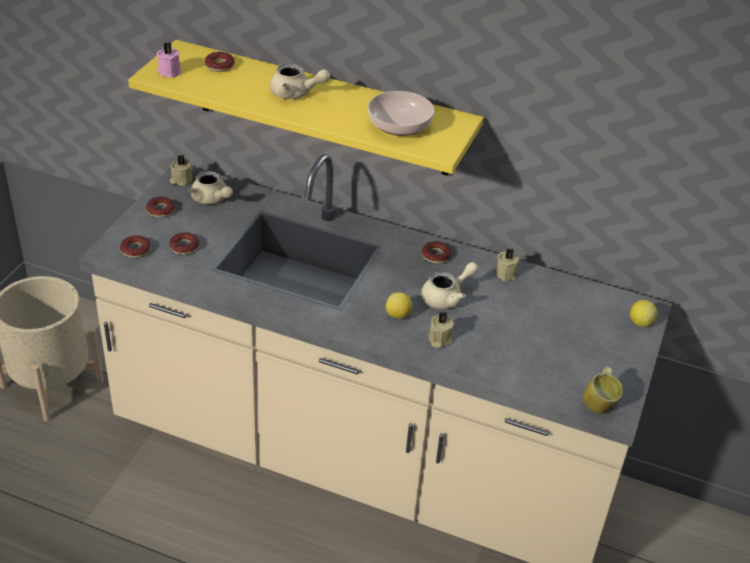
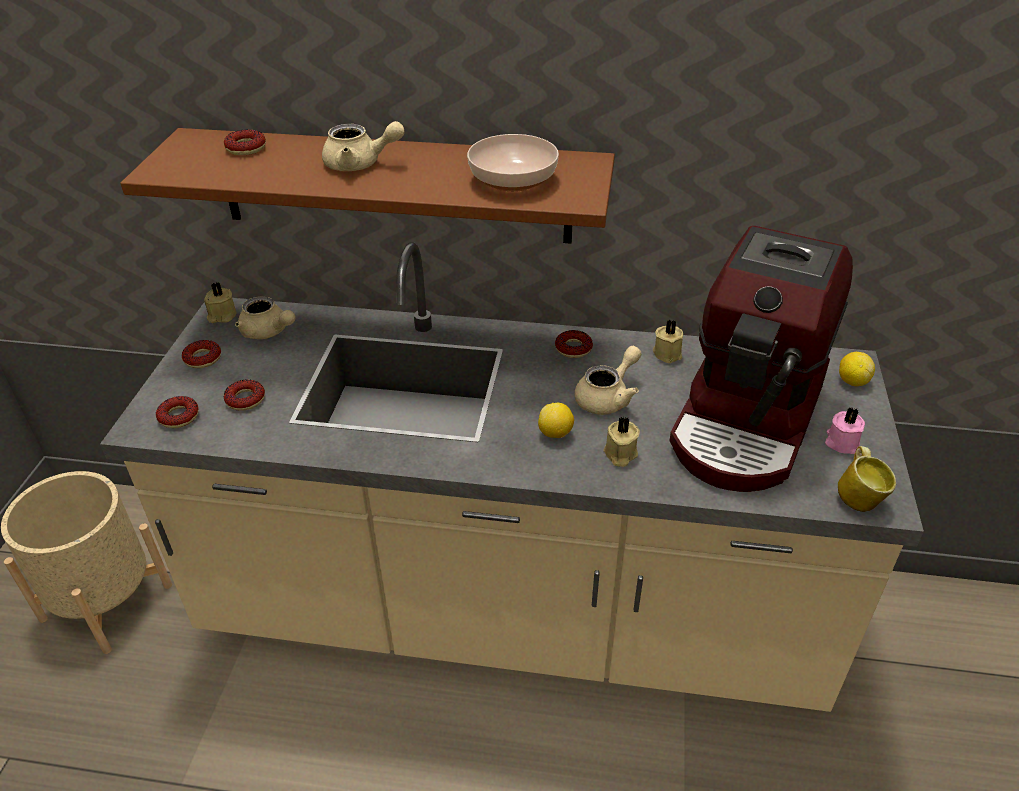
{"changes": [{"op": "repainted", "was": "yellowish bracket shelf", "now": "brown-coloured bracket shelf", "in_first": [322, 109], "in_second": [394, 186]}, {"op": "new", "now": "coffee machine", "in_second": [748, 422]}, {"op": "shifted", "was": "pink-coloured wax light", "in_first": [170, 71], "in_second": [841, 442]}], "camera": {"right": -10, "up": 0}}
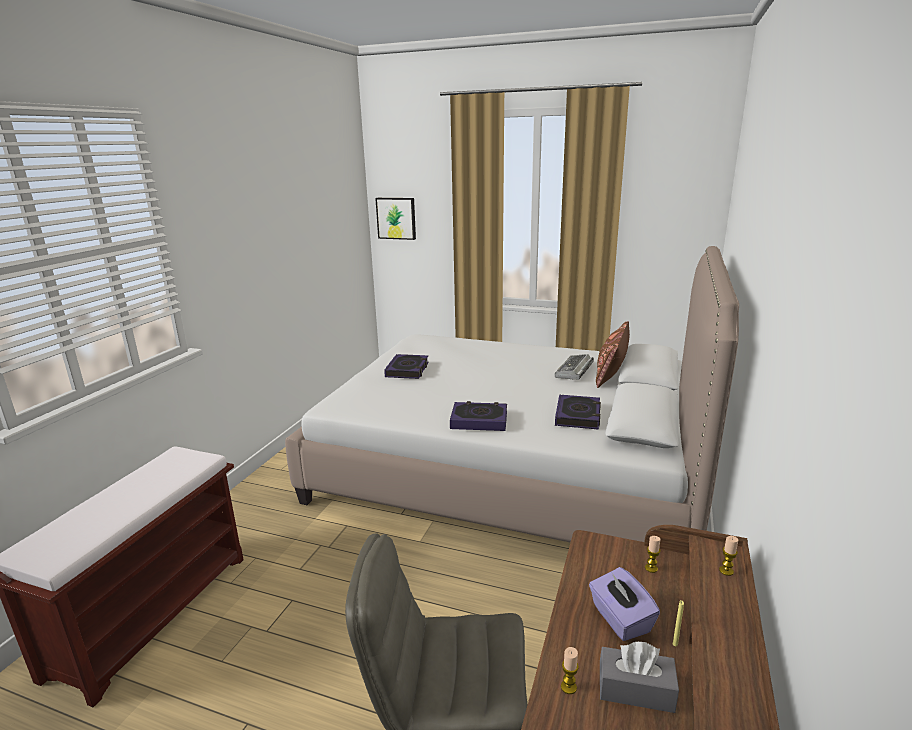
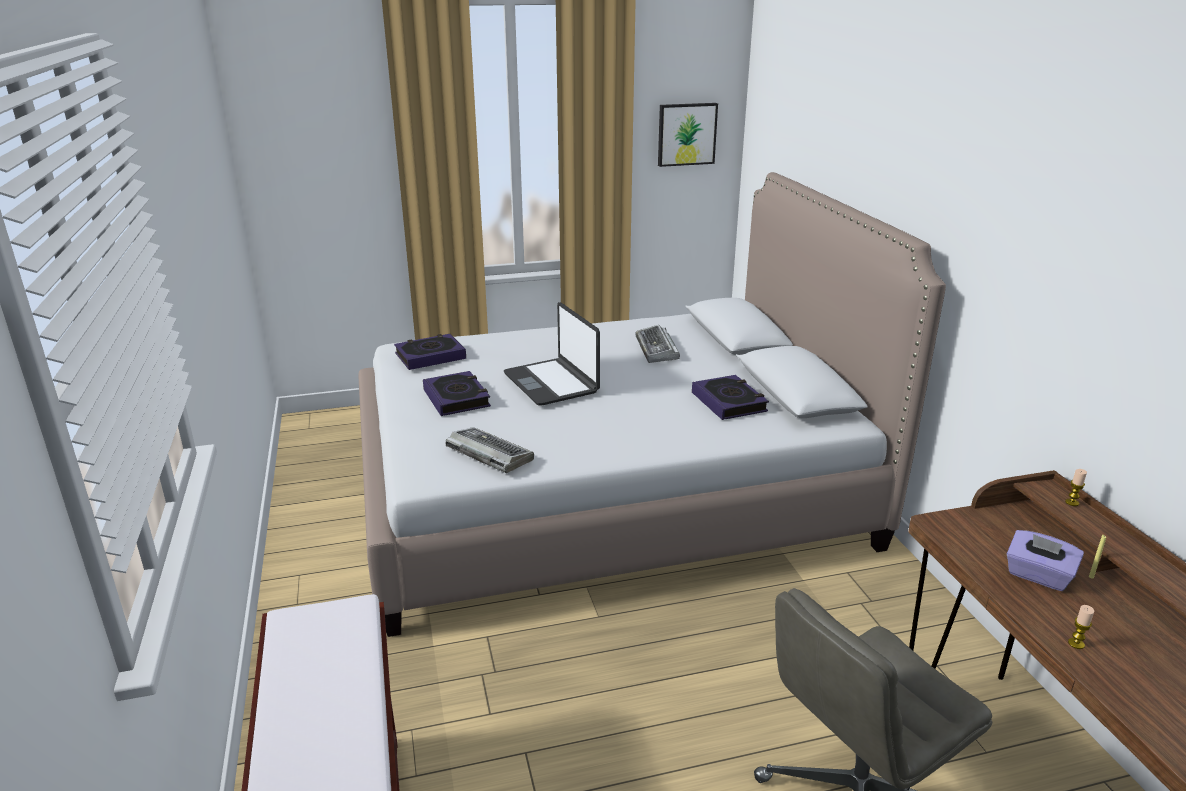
{"changes": [{"op": "shifted", "was": "book", "in_first": [479, 420], "in_second": [430, 356]}, {"op": "new", "now": "PC keyboard", "in_second": [488, 455]}, {"op": "new", "now": "notebook computer", "in_second": [552, 383]}, {"op": "shifted", "was": "wall picture", "in_first": [396, 218], "in_second": [686, 134]}, {"op": "gone", "was": "brown-coloured throw pillow", "in_first": [611, 372]}, {"op": "gone", "was": "greyish tissue box", "in_first": [635, 690]}, {"op": "gone", "was": "wax light", "in_first": [651, 568]}], "camera": {"right": -35, "up": 5}}
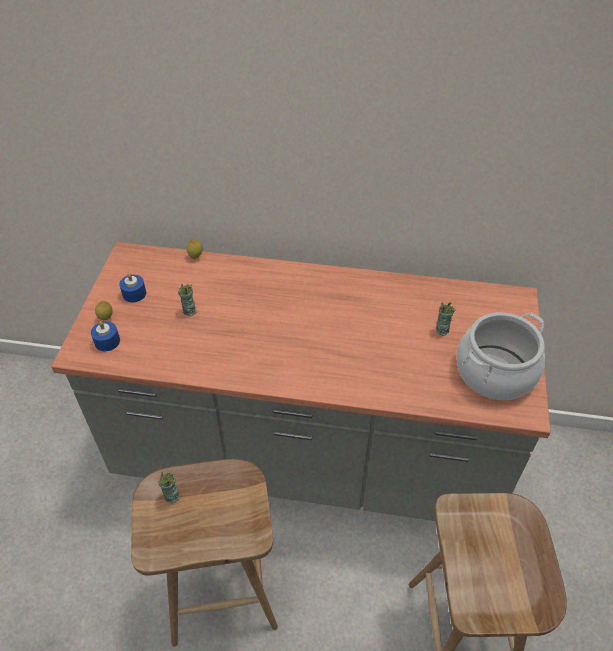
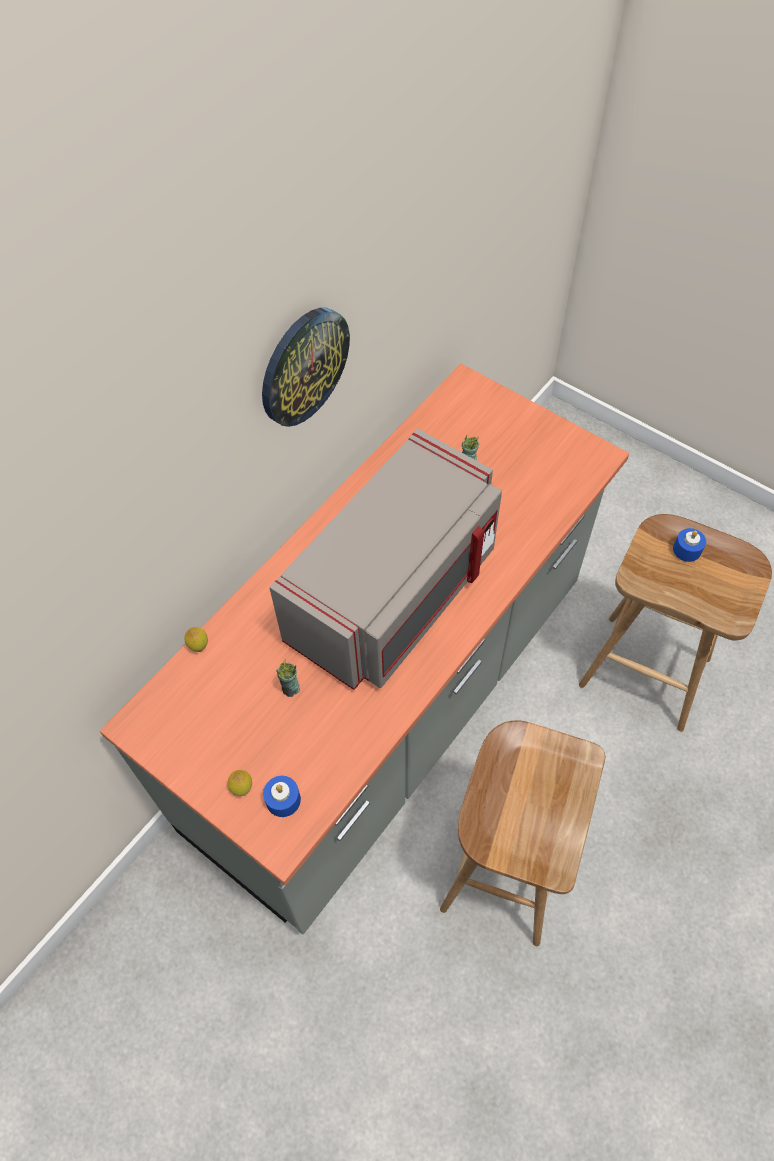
{"changes": [{"op": "new", "now": "wall clock", "in_second": [303, 366]}, {"op": "new", "now": "greyish microwave", "in_second": [396, 594]}, {"op": "shifted", "was": "bluish wax light", "in_first": [134, 293], "in_second": [687, 550]}, {"op": "gone", "was": "drinking cup", "in_first": [172, 496]}, {"op": "gone", "was": "stockpot", "in_first": [494, 372]}], "camera": {"right": -60, "up": 10}}
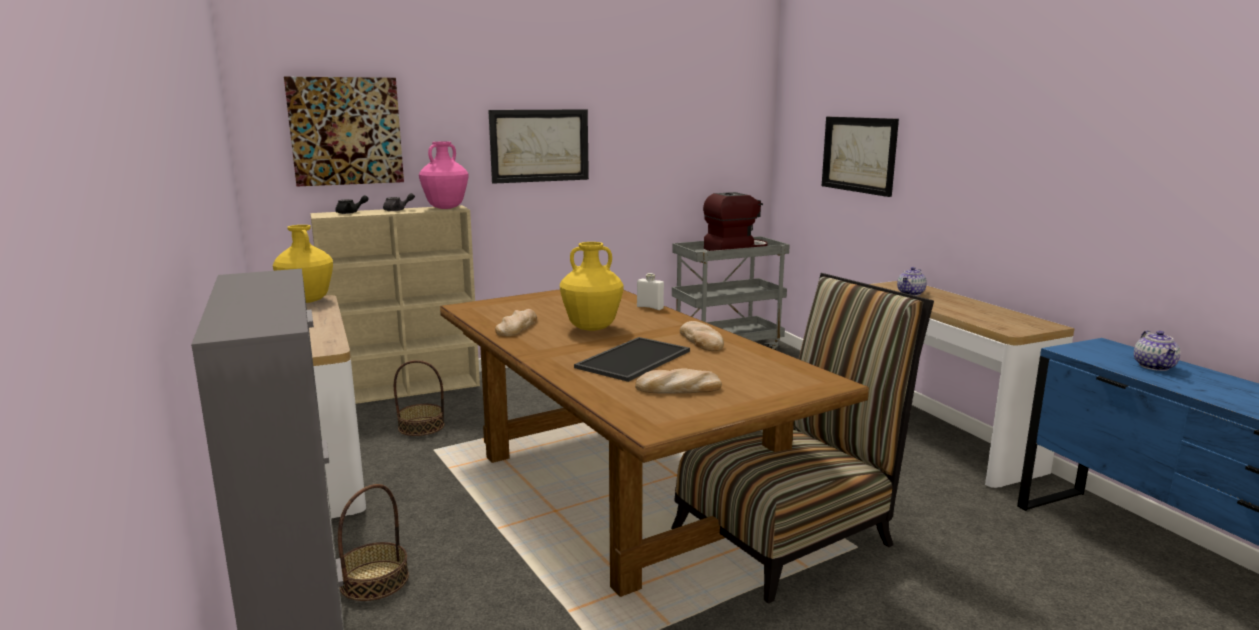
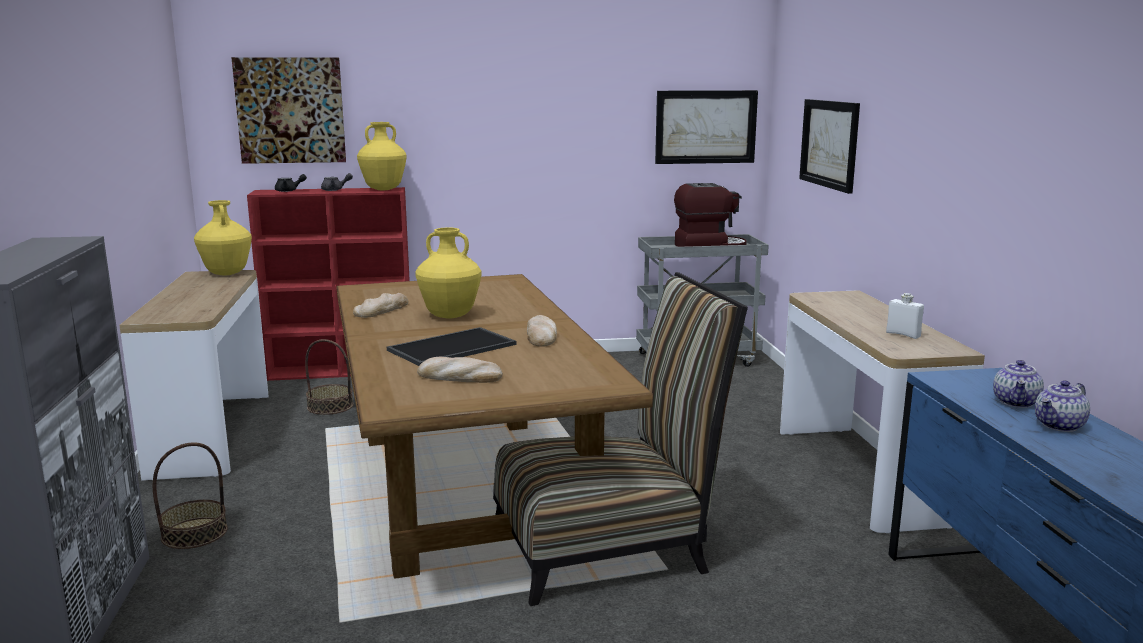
{"changes": [{"op": "repainted", "was": "beige bookshelf", "now": "reddish bookshelf", "in_first": [407, 389], "in_second": [343, 371]}, {"op": "repainted", "was": "pink-coloured vase", "now": "yellowish vase", "in_first": [445, 208], "in_second": [383, 189]}, {"op": "shifted", "was": "wall picture", "in_first": [539, 145], "in_second": [705, 127]}, {"op": "shifted", "was": "white-coloured beverage bottle", "in_first": [650, 307], "in_second": [903, 334]}, {"op": "shifted", "was": "teapot", "in_first": [911, 293], "in_second": [1060, 426]}], "camera": {"right": 15, "up": 0}}
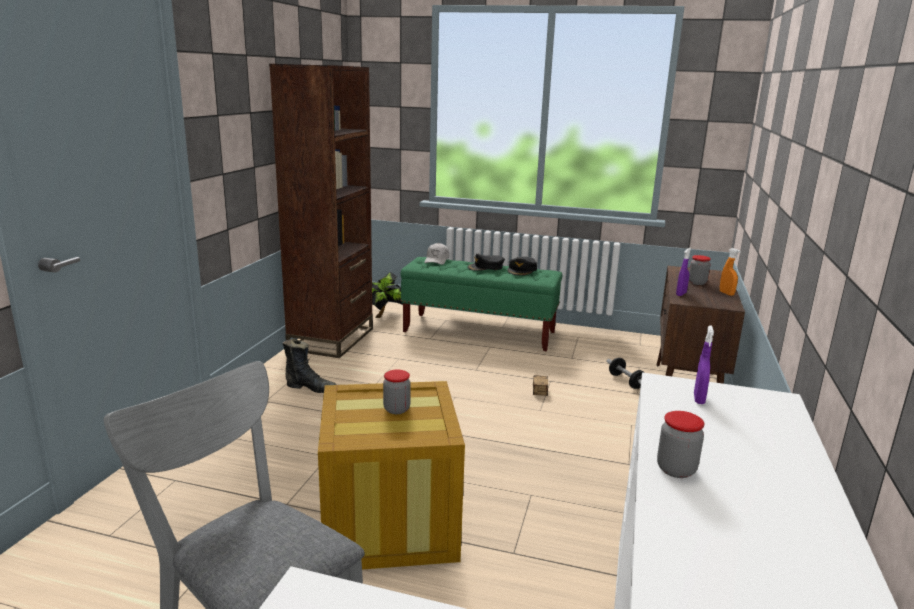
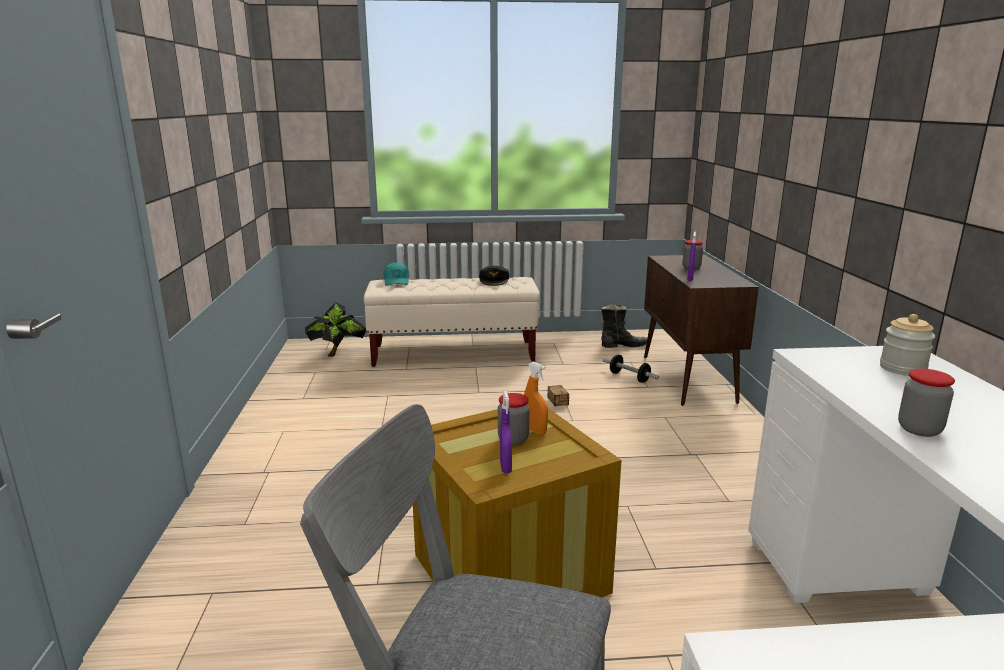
{"changes": [{"op": "repainted", "was": "green bench", "now": "beige bench", "in_first": [479, 332], "in_second": [454, 354]}, {"op": "repainted", "was": "white-coloured baseball cap", "now": "turquoise baseball cap", "in_first": [437, 260], "in_second": [396, 281]}, {"op": "shifted", "was": "purplish spray bottle", "in_first": [699, 399], "in_second": [505, 467]}, {"op": "shifted", "was": "orange spray bottle", "in_first": [726, 293], "in_second": [535, 430]}, {"op": "shifted", "was": "black-coloured boot", "in_first": [310, 388], "in_second": [623, 345]}, {"op": "new", "now": "preserve jar", "in_second": [902, 368]}, {"op": "gone", "was": "brown-coloured bookshelf", "in_first": [332, 339]}, {"op": "gone", "was": "black-coloured baseball cap", "in_first": [486, 267]}], "camera": {"right": -20, "up": 0}}
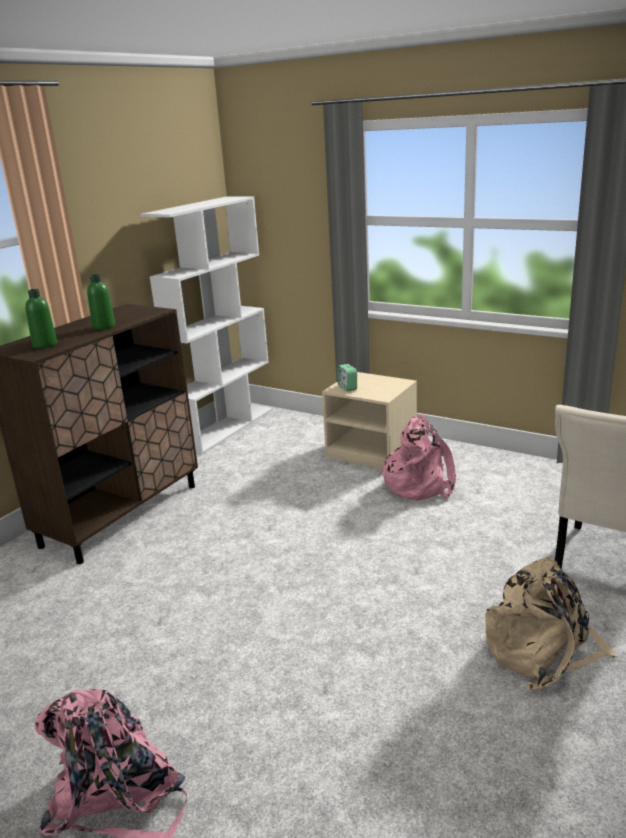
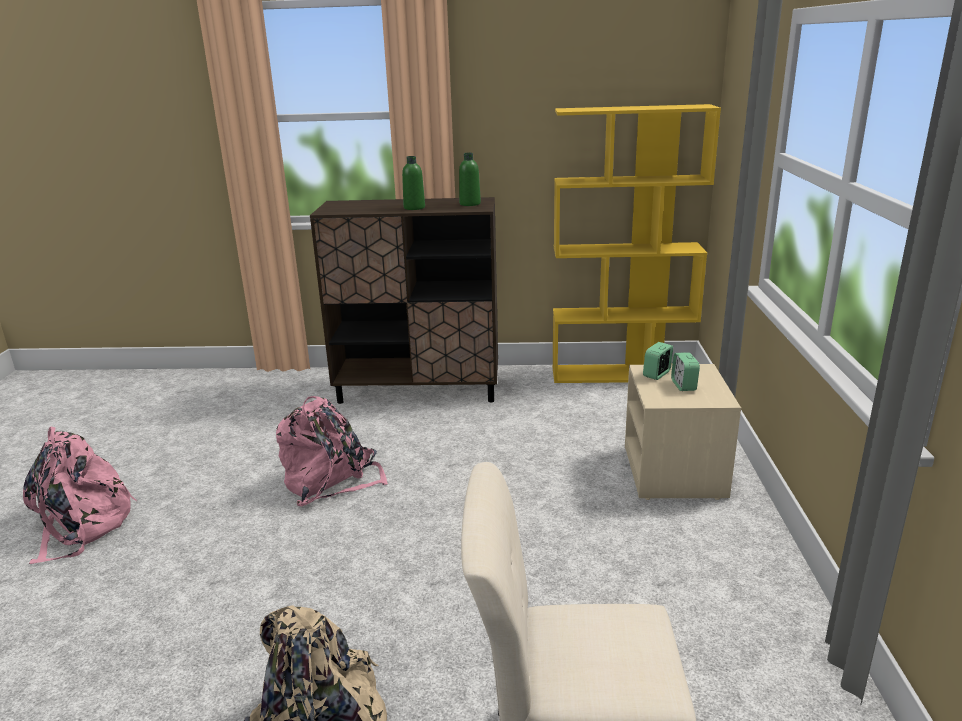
{"changes": [{"op": "shifted", "was": "pink-coloured backpack", "in_first": [419, 484], "in_second": [331, 481]}, {"op": "shifted", "was": "green beverage bottle", "in_first": [45, 345], "in_second": [470, 204]}, {"op": "repainted", "was": "white-coloured bookshelf", "now": "yellowish bookshelf", "in_first": [226, 427], "in_second": [622, 374]}, {"op": "new", "now": "bedside clock", "in_second": [683, 385]}], "camera": {"right": 60, "up": 0}}
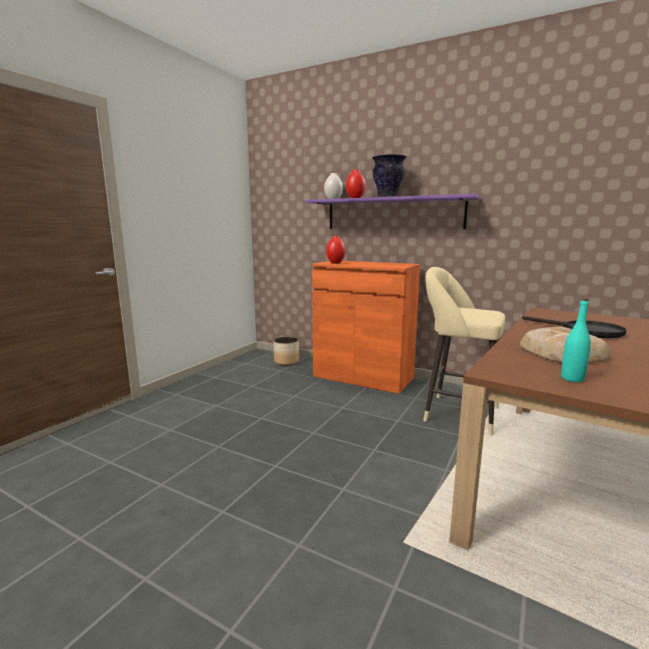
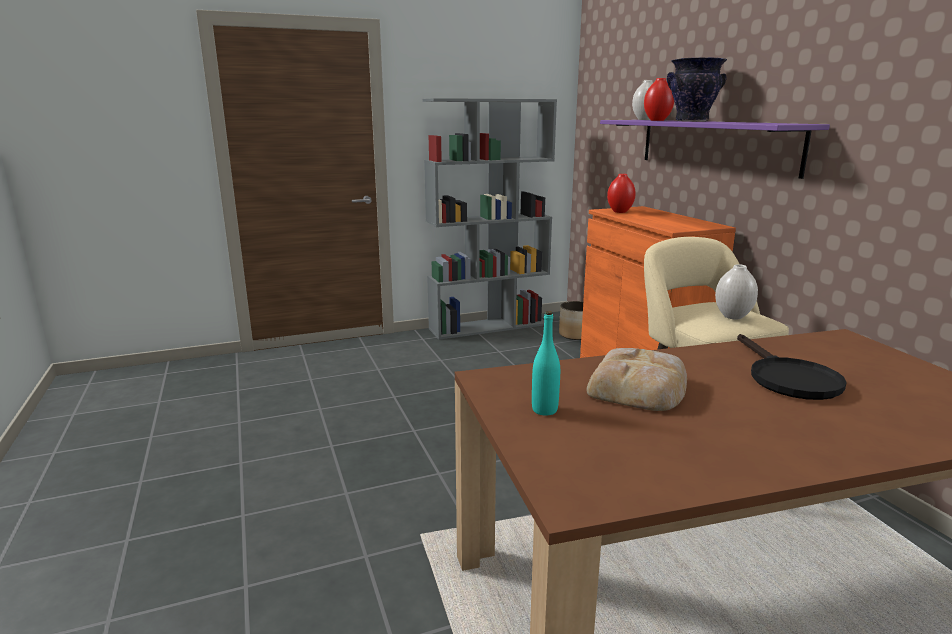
{"changes": [{"op": "new", "now": "greyish bookshelf", "in_second": [489, 326]}, {"op": "new", "now": "white-coloured vase", "in_second": [732, 316]}], "camera": {"right": 40, "up": 5}}
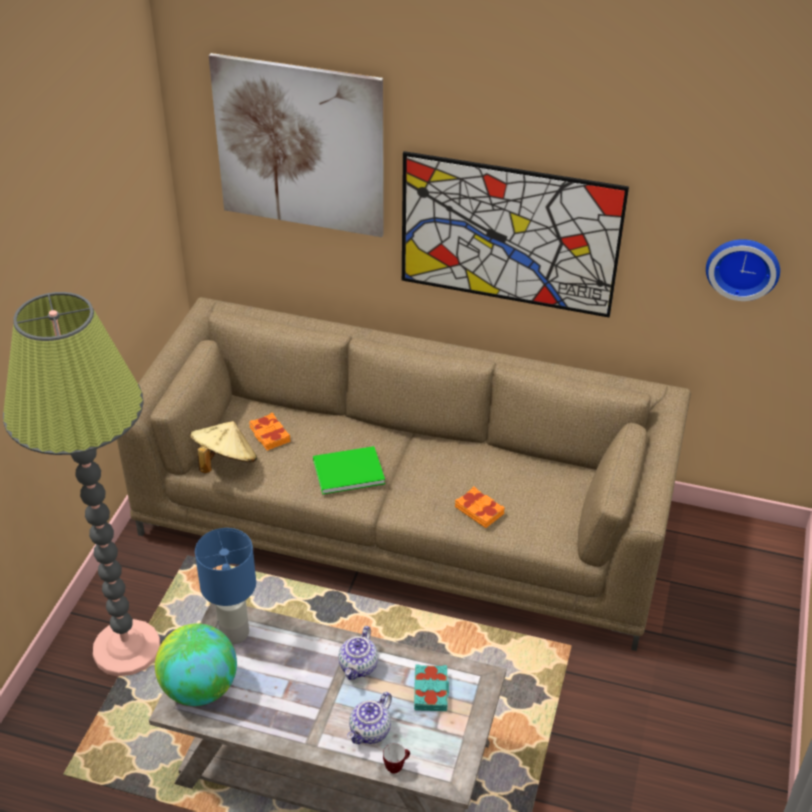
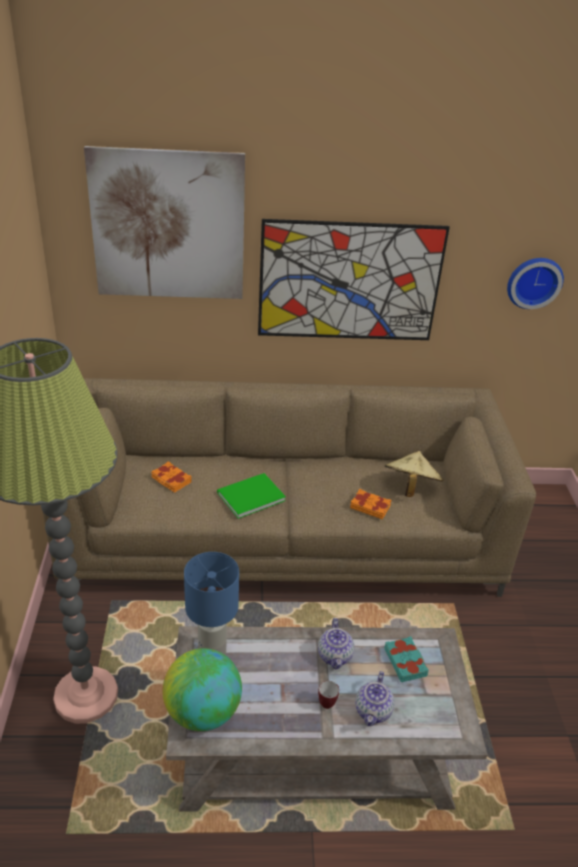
{"changes": [{"op": "shifted", "was": "coffee mug", "in_first": [396, 766], "in_second": [328, 702]}, {"op": "shifted", "was": "beige wearable hat", "in_first": [225, 462], "in_second": [410, 487]}], "camera": {"right": -20, "up": -5}}
